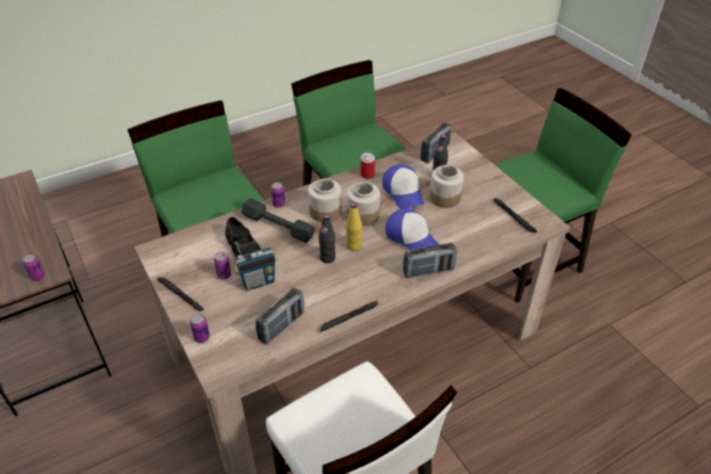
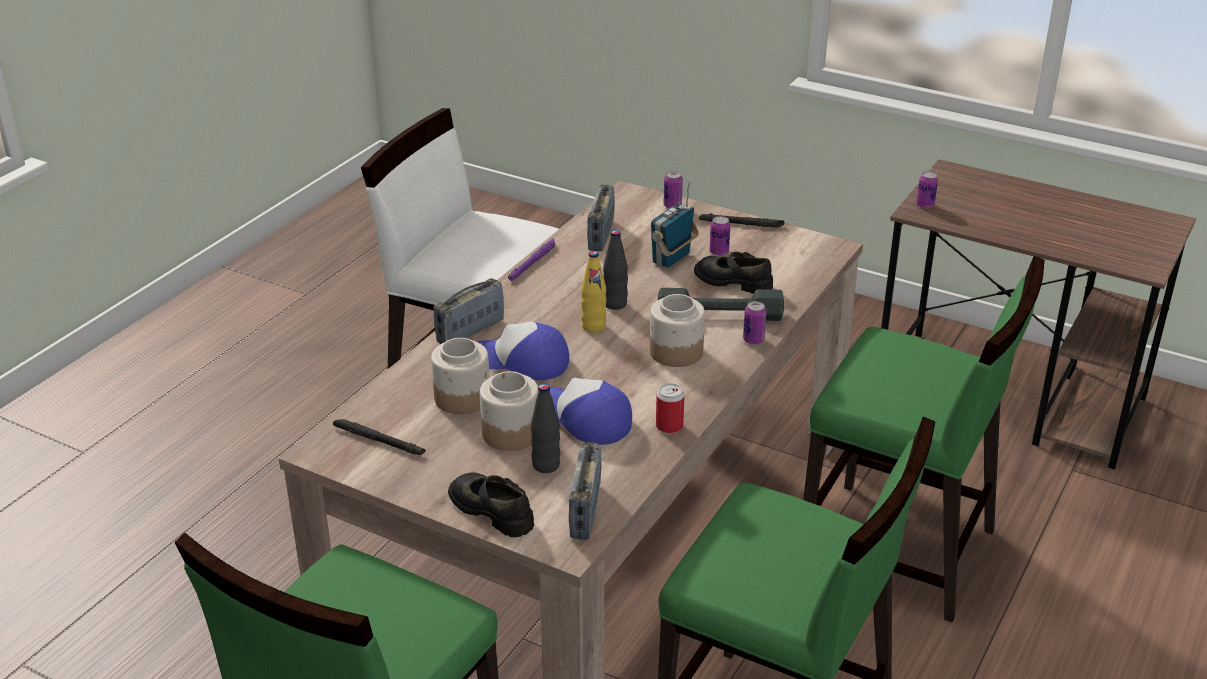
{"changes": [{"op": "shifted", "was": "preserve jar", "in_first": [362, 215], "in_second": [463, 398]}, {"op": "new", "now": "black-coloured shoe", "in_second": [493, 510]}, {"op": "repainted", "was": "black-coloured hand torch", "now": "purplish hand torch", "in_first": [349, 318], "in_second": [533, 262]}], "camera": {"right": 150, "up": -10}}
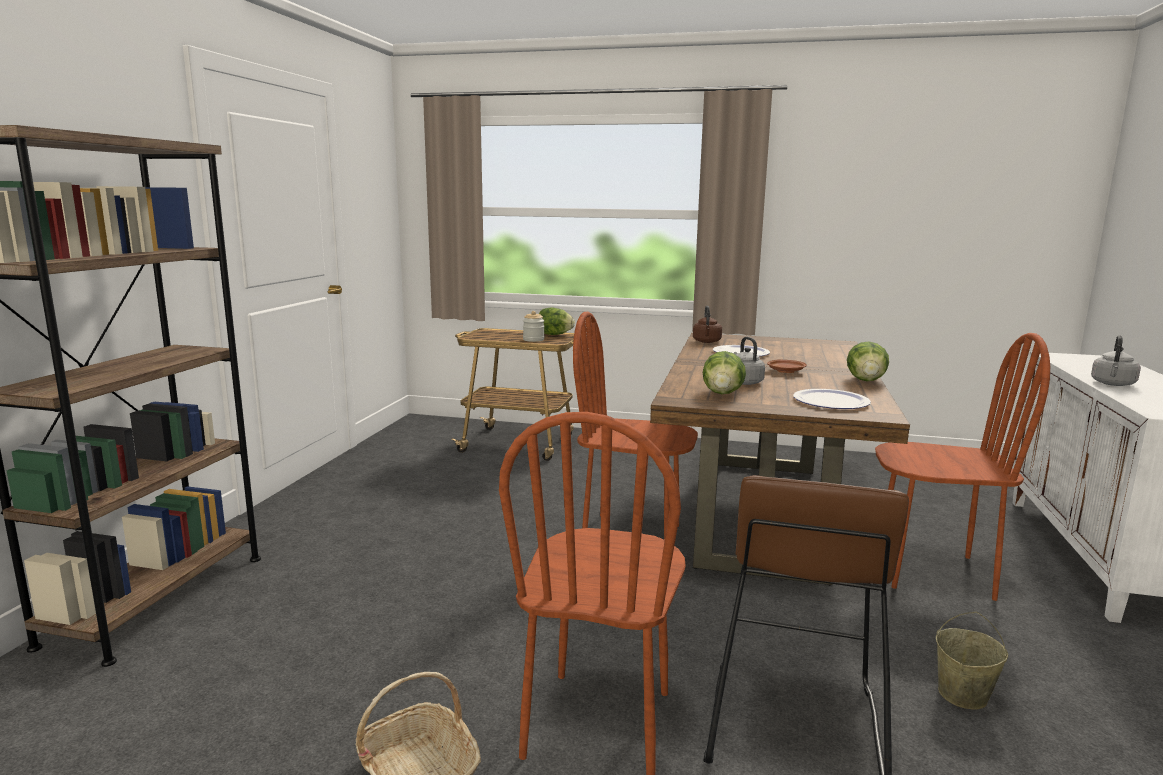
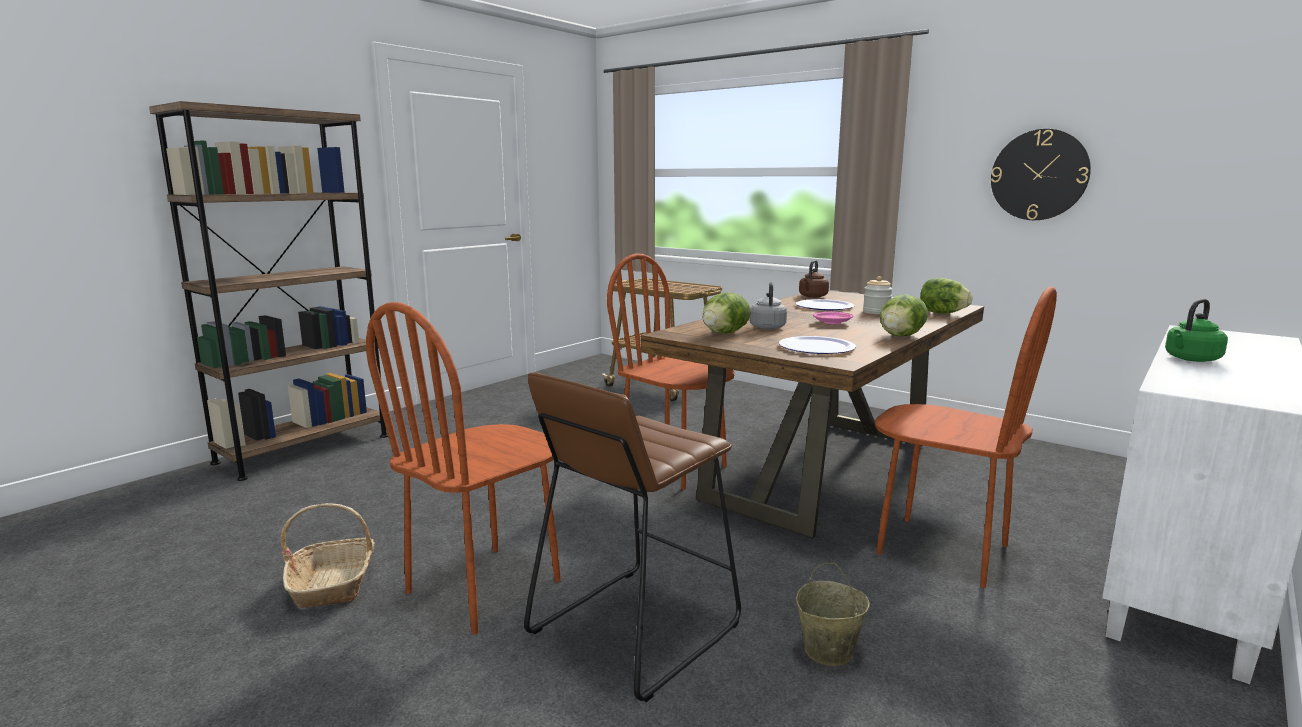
{"changes": [{"op": "repainted", "was": "brown-coloured dinner plate", "now": "pink-coloured dinner plate", "in_first": [786, 371], "in_second": [833, 323]}, {"op": "shifted", "was": "preserve jar", "in_first": [533, 340], "in_second": [876, 312]}, {"op": "shifted", "was": "lettuce head", "in_first": [554, 335], "in_second": [942, 313]}, {"op": "new", "now": "wall clock", "in_second": [1039, 175]}, {"op": "repainted", "was": "greyish tea kettle", "now": "green tea kettle", "in_first": [1112, 384], "in_second": [1190, 359]}], "camera": {"right": 25, "up": 0}}
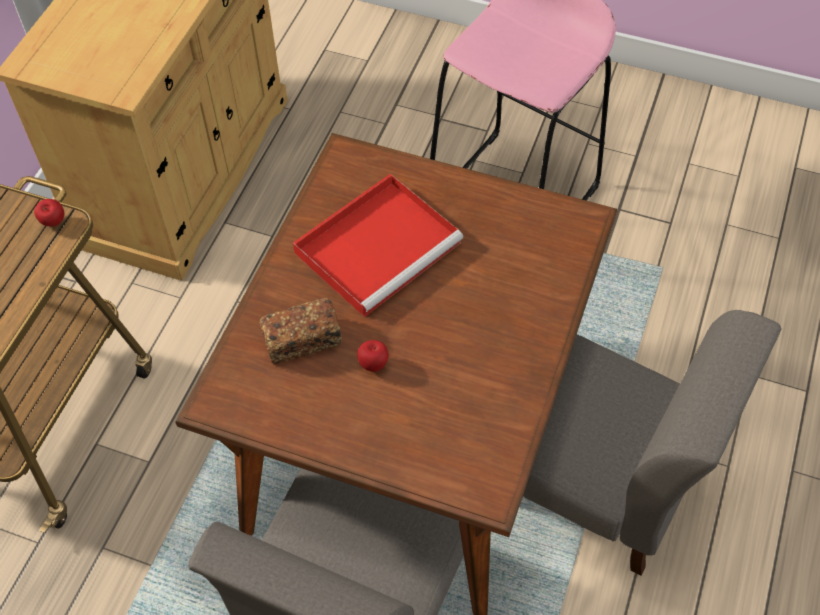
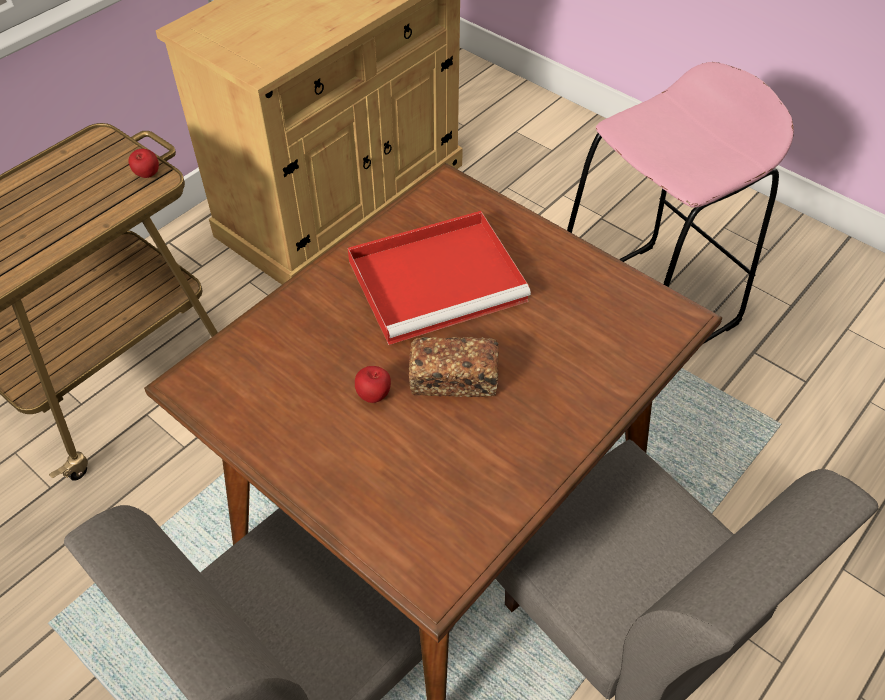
{"changes": [{"op": "shifted", "was": "baked bread", "in_first": [302, 340], "in_second": [453, 379]}], "camera": {"right": 20, "up": -5}}
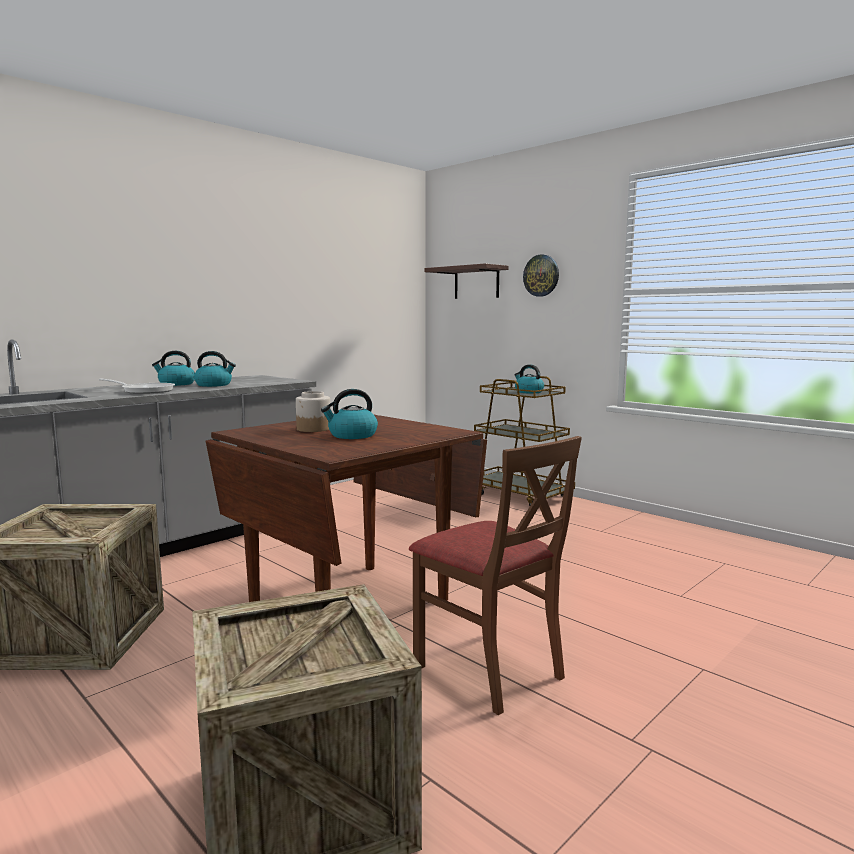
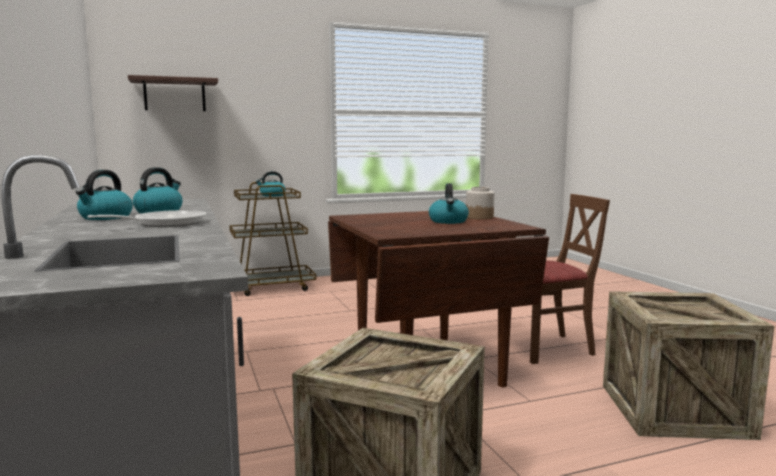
{"changes": [{"op": "shifted", "was": "preserve jar", "in_first": [314, 429], "in_second": [479, 217]}, {"op": "gone", "was": "wall clock", "in_first": [541, 275]}], "camera": {"right": -65, "up": 0}}
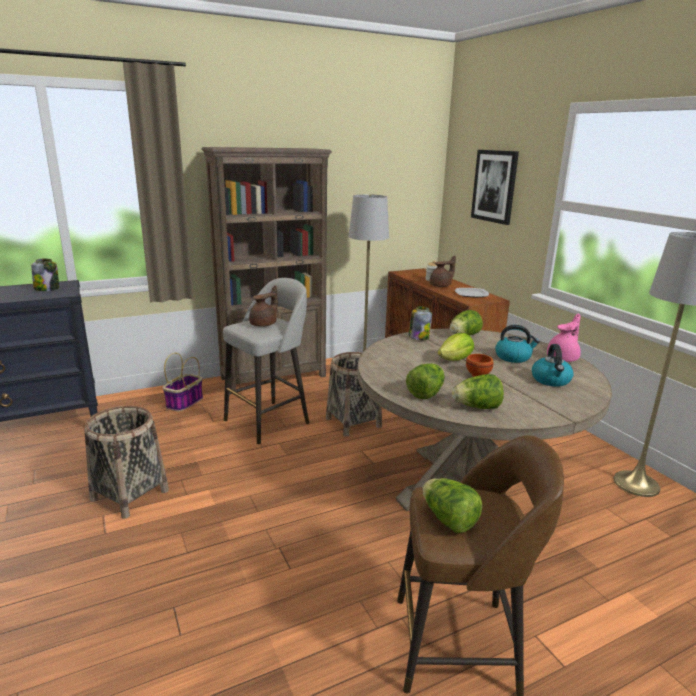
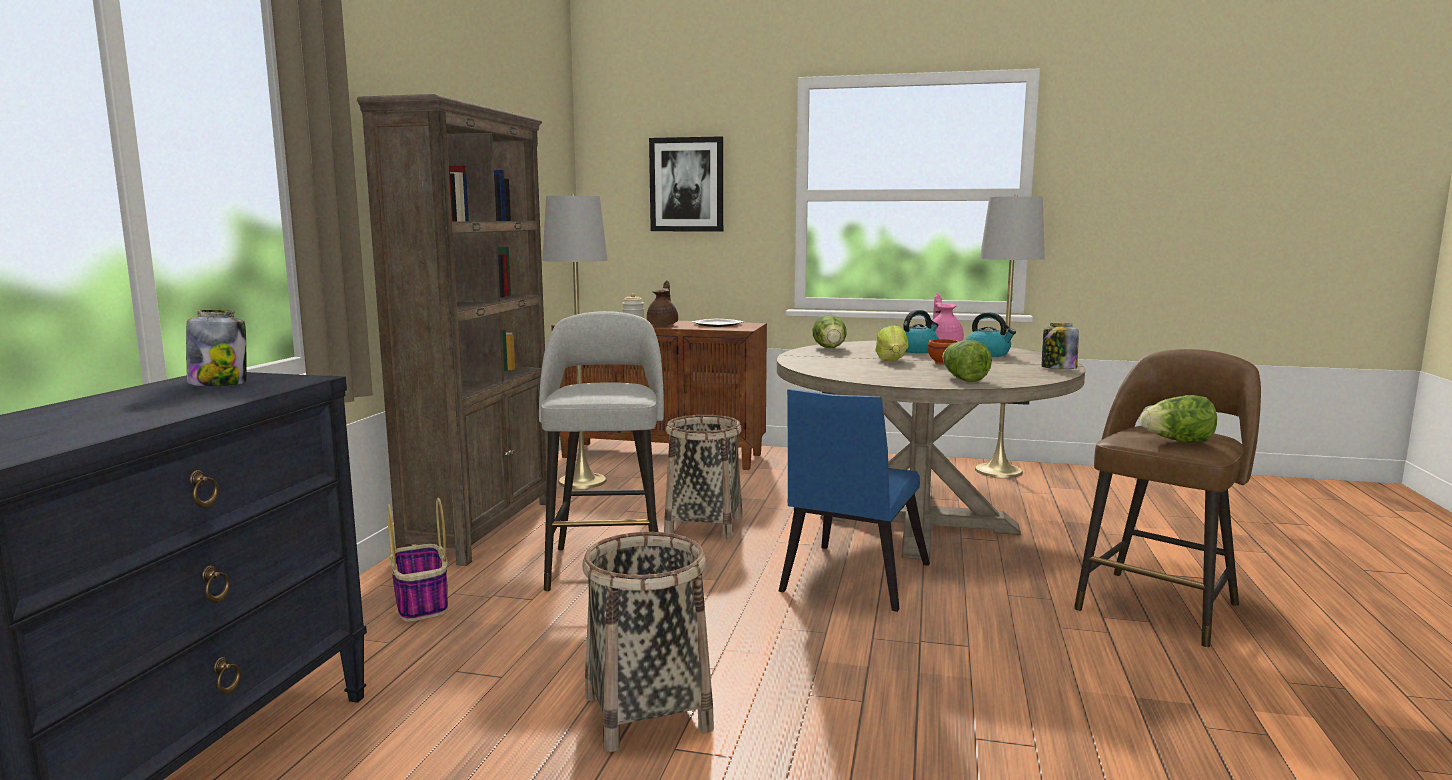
{"changes": [{"op": "new", "now": "bluish plain chair", "in_second": [850, 581]}, {"op": "shifted", "was": "preserve jar", "in_first": [418, 337], "in_second": [1058, 368]}, {"op": "gone", "was": "brown-coloured teapot", "in_first": [264, 324]}, {"op": "gone", "was": "lettuce head", "in_first": [477, 407]}], "camera": {"right": -50, "up": -10}}
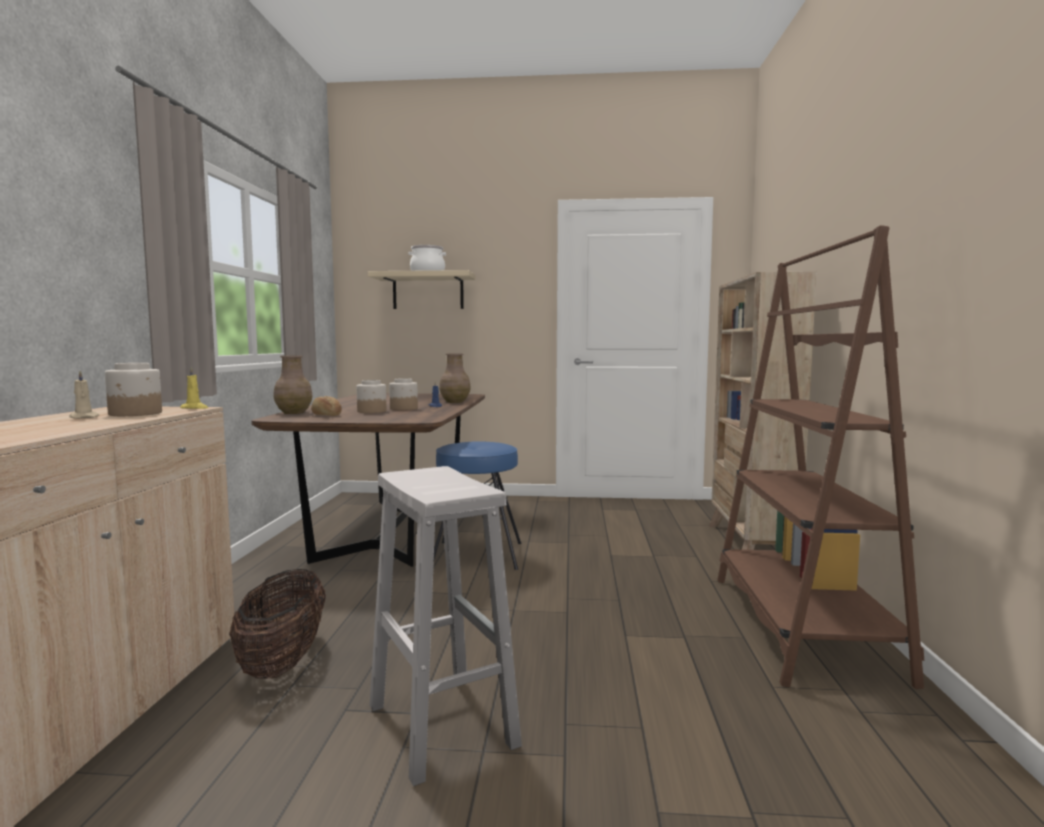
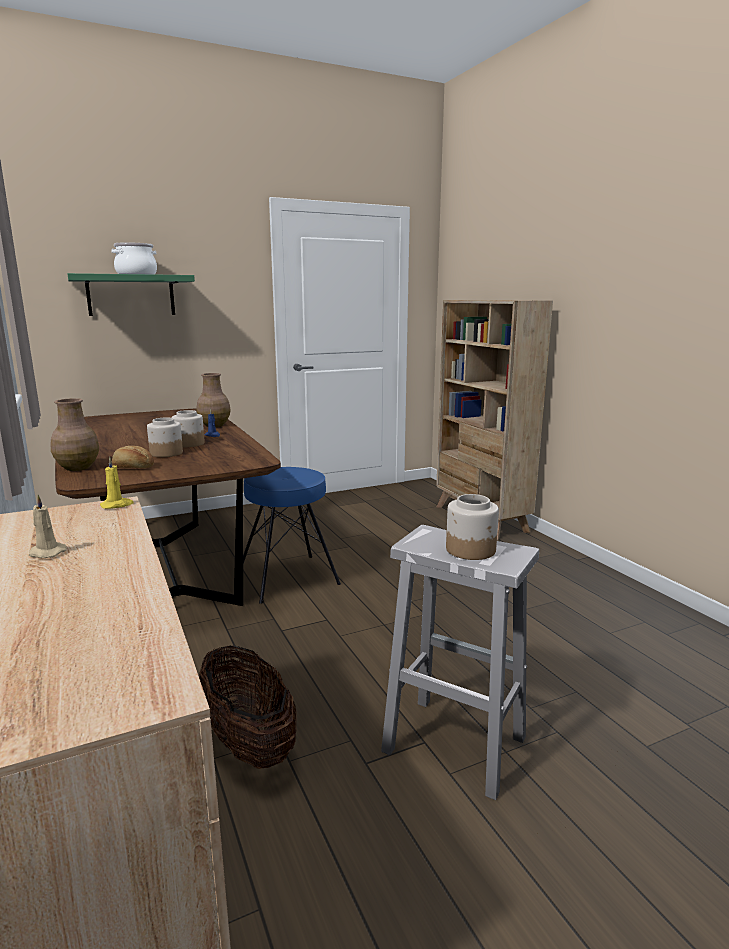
{"changes": [{"op": "repainted", "was": "beige bracket shelf", "now": "green bracket shelf", "in_first": [428, 292], "in_second": [131, 295]}, {"op": "shifted", "was": "preserve jar", "in_first": [135, 413], "in_second": [471, 550]}, {"op": "gone", "was": "brown-coloured bookshelf", "in_first": [801, 625]}], "camera": {"right": -30, "up": 10}}
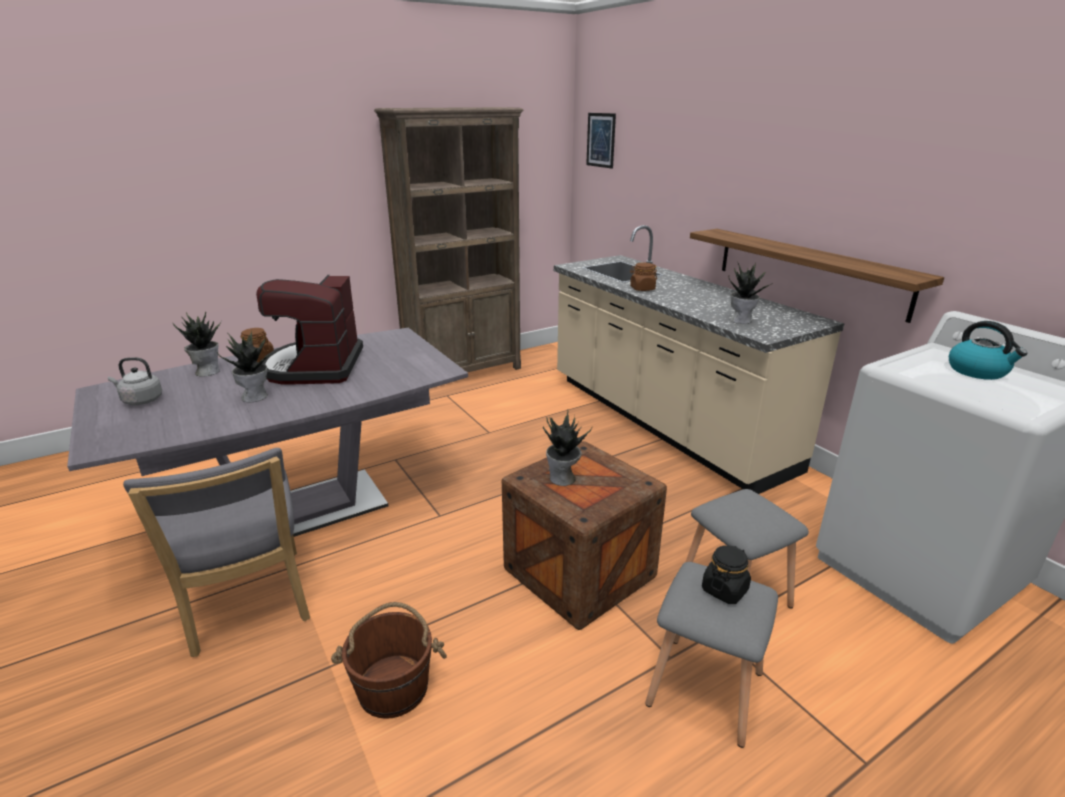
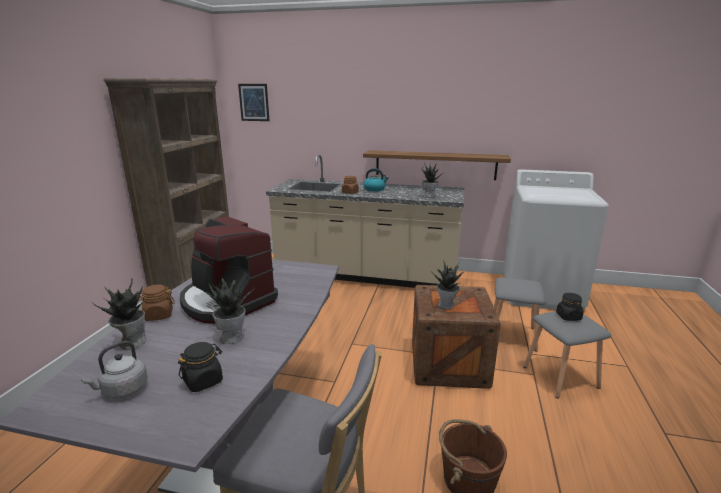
{"changes": [{"op": "new", "now": "black-coloured preserve jar", "in_second": [203, 381]}, {"op": "shifted", "was": "tea kettle", "in_first": [978, 371], "in_second": [375, 189]}], "camera": {"right": -45, "up": -5}}
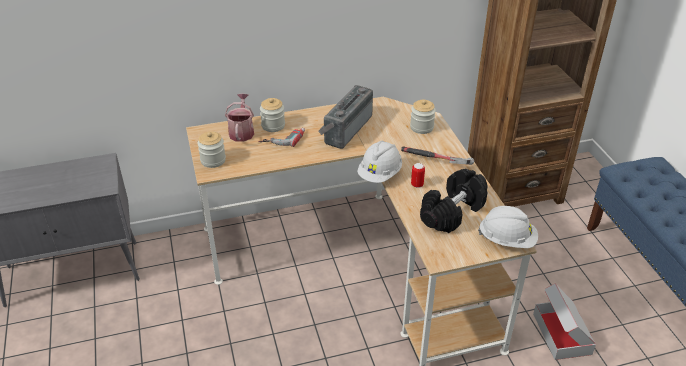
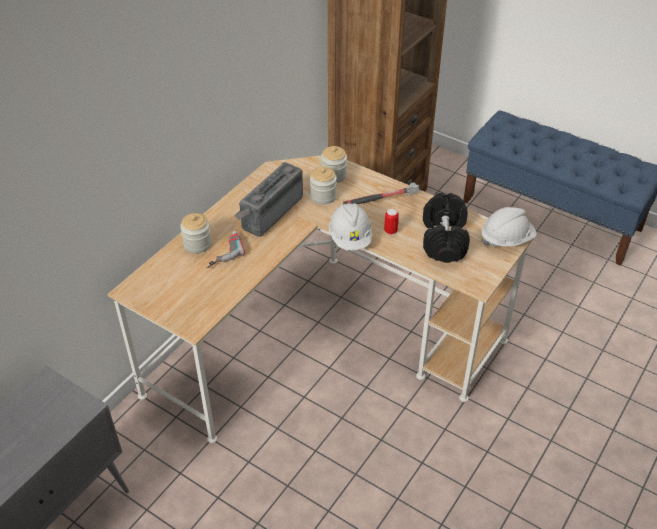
{"changes": [{"op": "rotated", "was": "radio receiver", "in_first": [345, 129], "in_second": [269, 211], "clockwise": 45}, {"op": "shifted", "was": "preserve jar", "in_first": [213, 160], "in_second": [323, 196]}, {"op": "gone", "was": "sprinkling can", "in_first": [242, 131]}, {"op": "gone", "was": "carton", "in_first": [562, 334]}], "camera": {"right": -40, "up": 5}}
